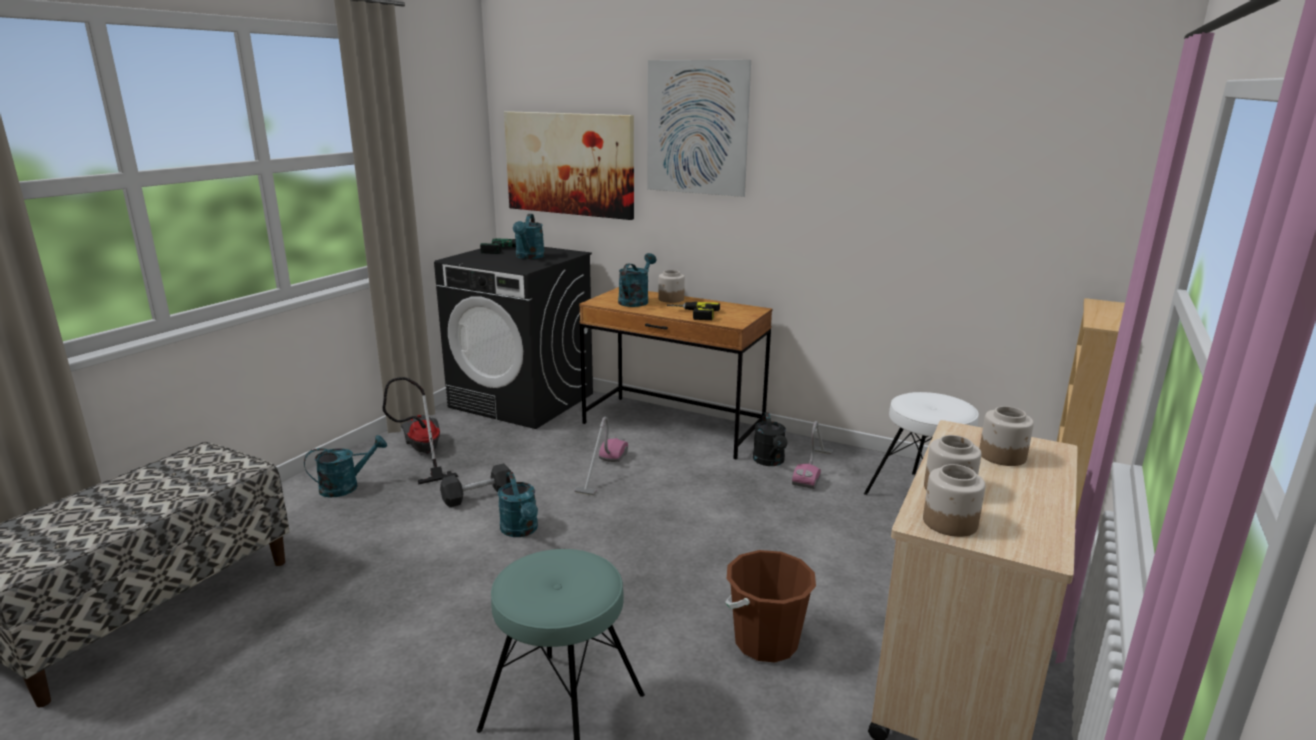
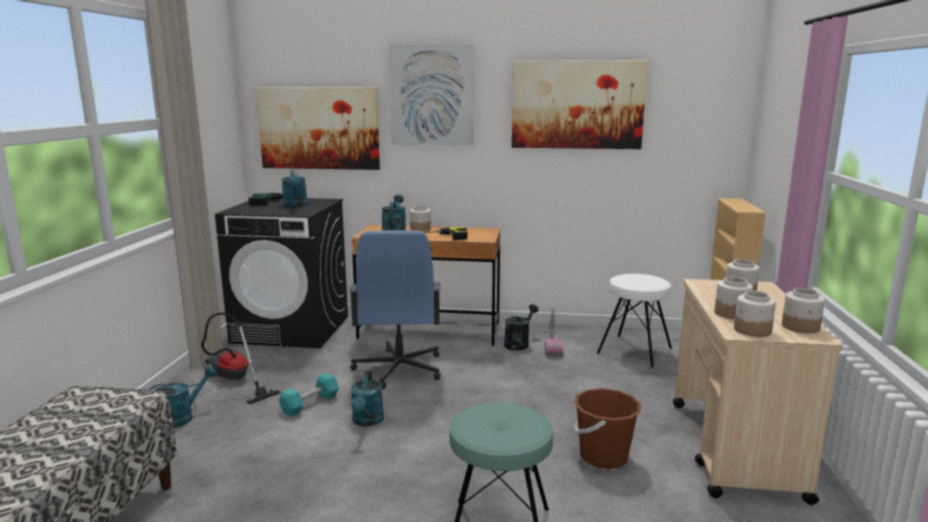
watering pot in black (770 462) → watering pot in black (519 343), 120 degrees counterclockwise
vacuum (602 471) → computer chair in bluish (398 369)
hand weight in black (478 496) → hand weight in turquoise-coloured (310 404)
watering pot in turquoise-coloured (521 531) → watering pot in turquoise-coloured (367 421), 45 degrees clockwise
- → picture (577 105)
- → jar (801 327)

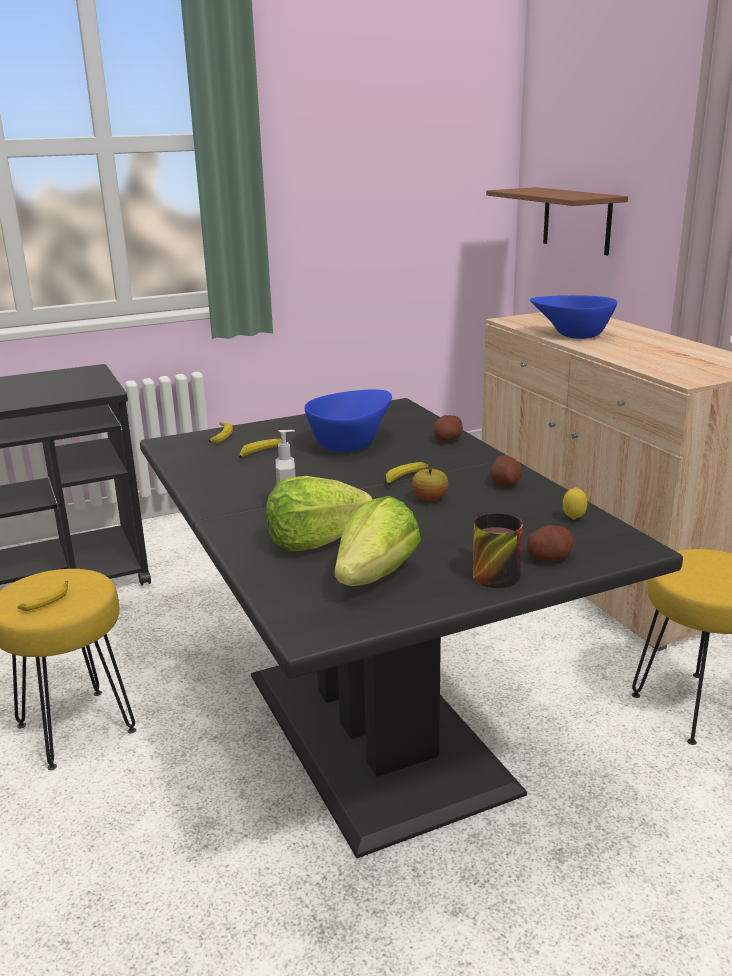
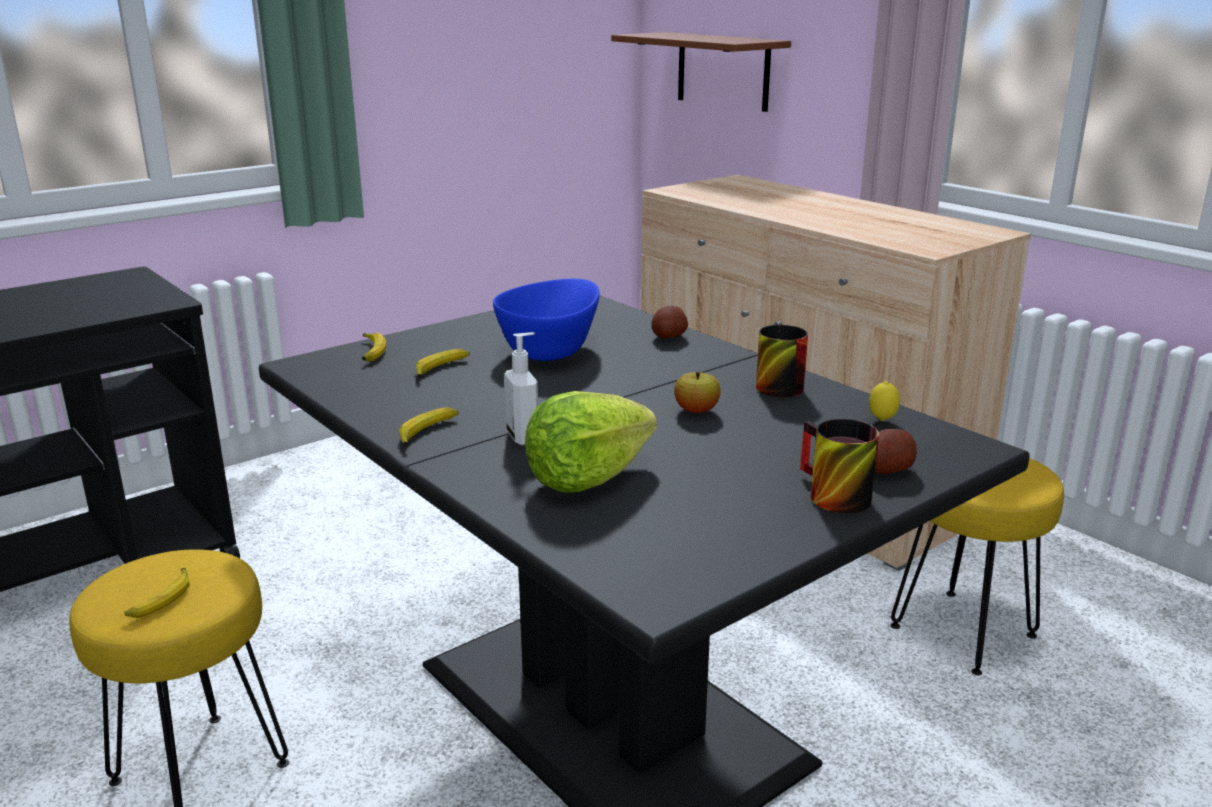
serving bowl in bluish (572 335) → -
potato (505 483) → coffee mug (774 384)
banana (405 478) → banana (427 433), moved
lettuce head (375 576) → -

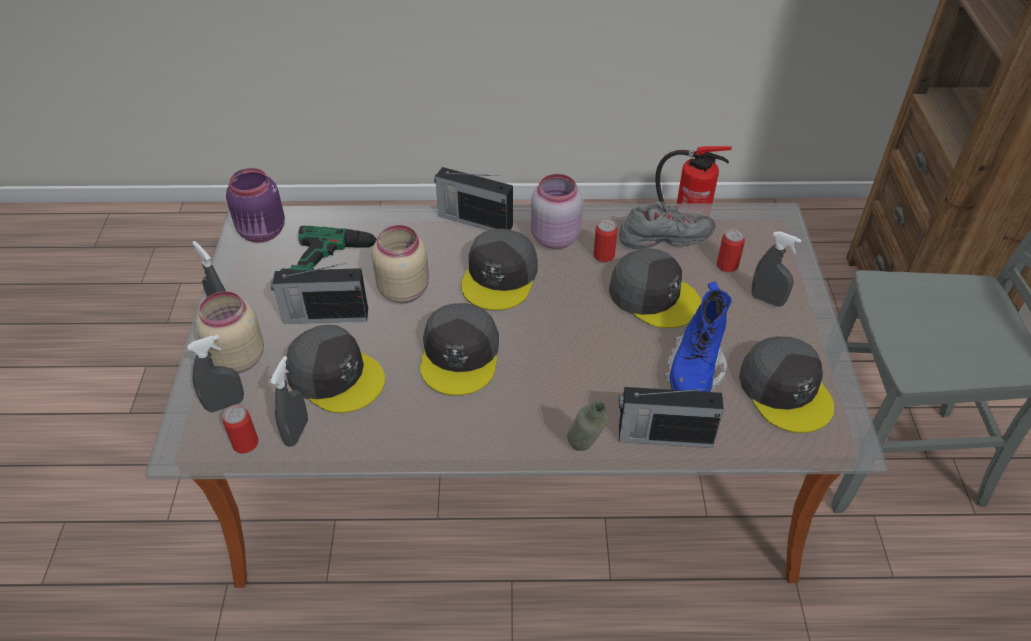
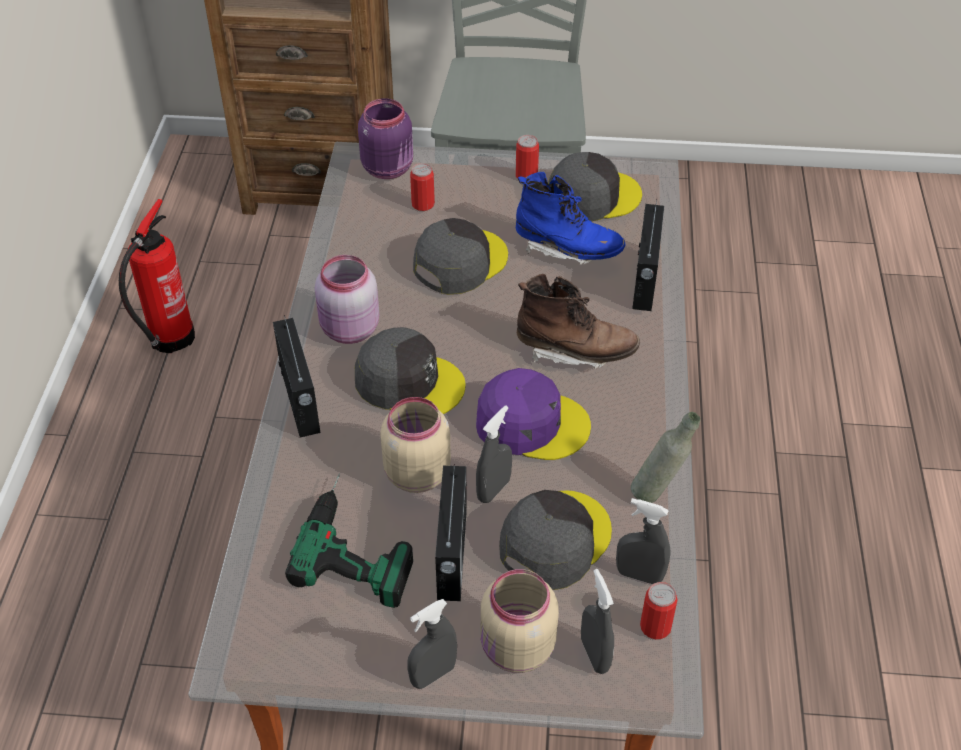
radio set (474 220) → radio set (299 401), 45 degrees counterclockwise
jar in purple-coloured (262 232) → jar in purple-coloured (389 168), moved
low shoe in gray (664 238) → -
sealed can (604 255) → sealed can (526 175), moved
spray bottle in gray (767 299) → spray bottle in gray (493 490), moved
cap in gray (460 355) → cap in purple-coloured (531 423)
beverage bottle in gray (585 452) → beverage bottle in gray (658 493), moved
- → boot in brownish (575 351)

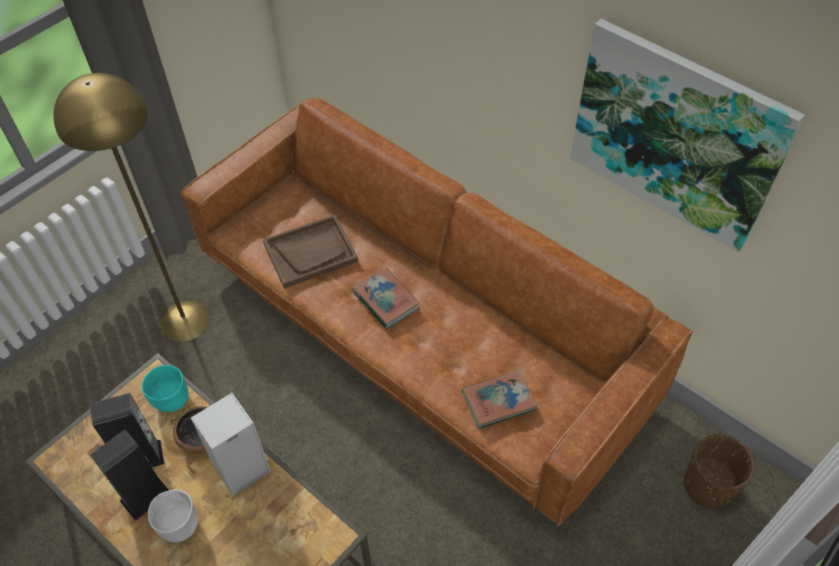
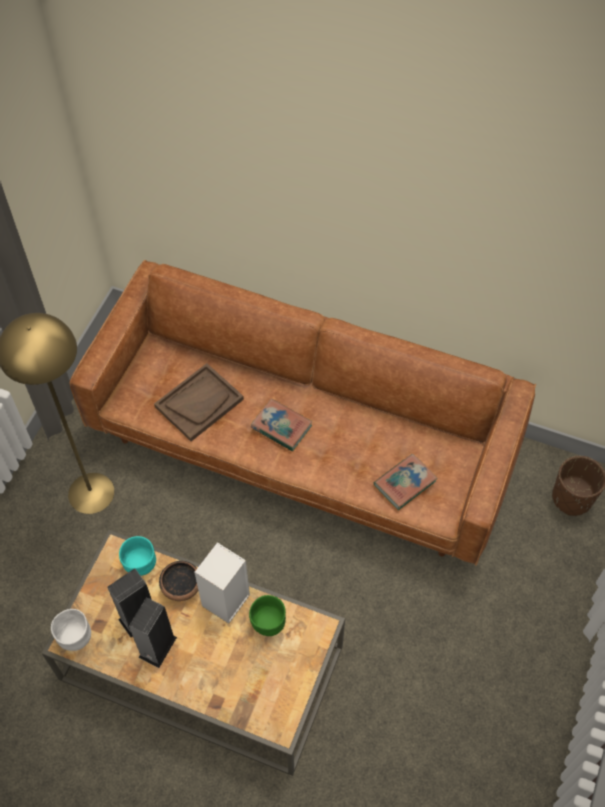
picture (675 135) → -
serving bowl in whitish (179 525) → serving bowl in whitish (75 637), moved
- → serving bowl in green-coloured (268 624)

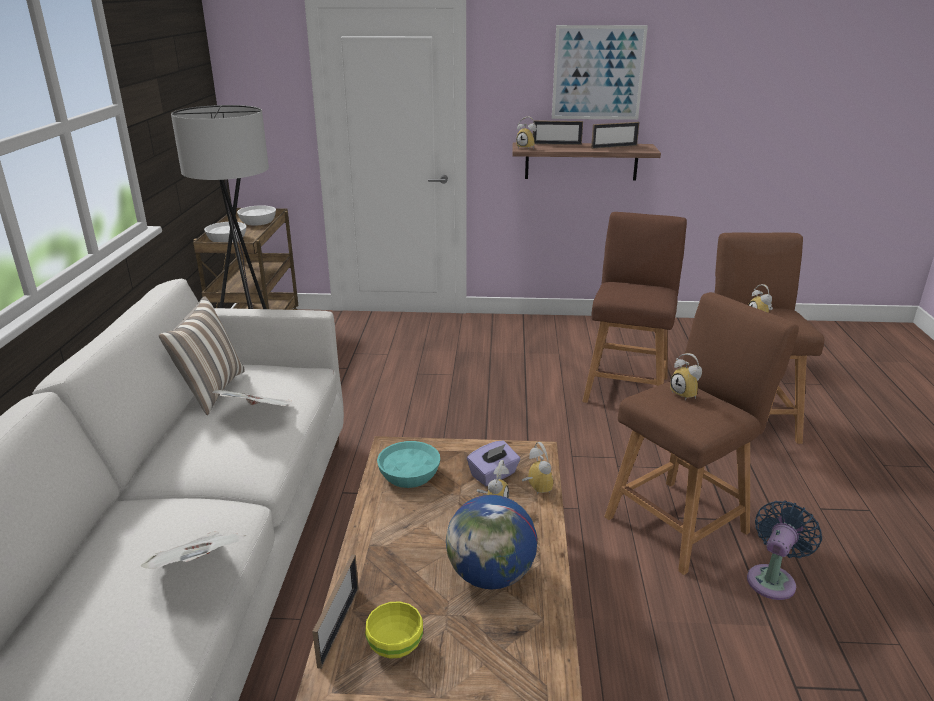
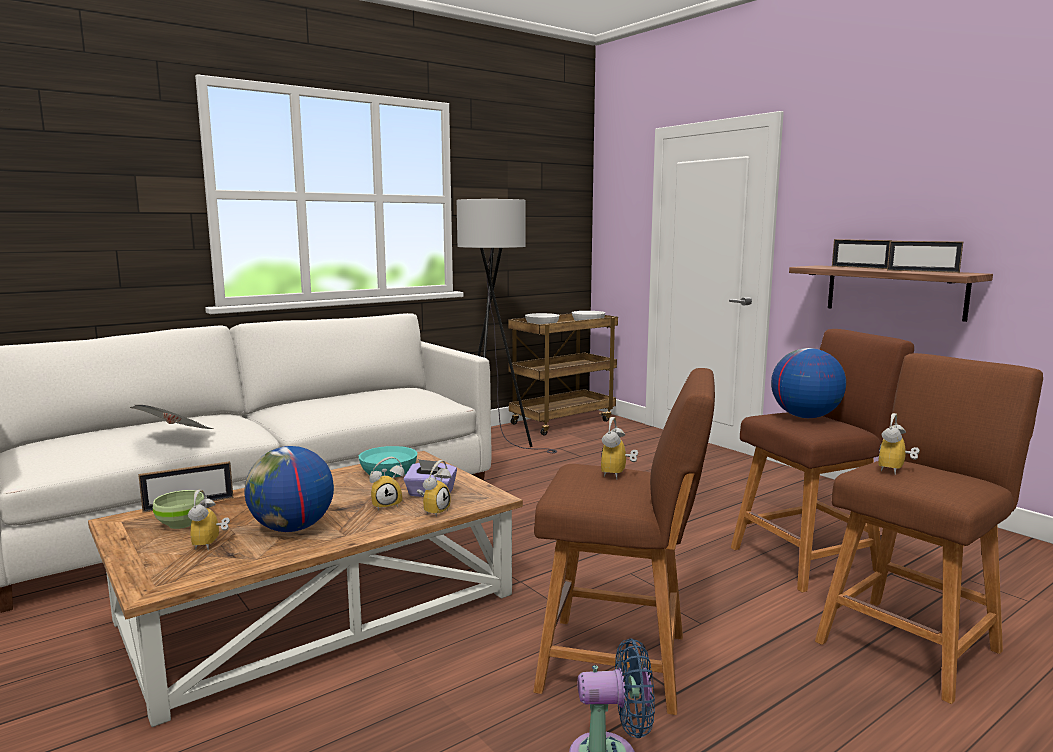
picture (598 73) → -
alarm clock (527 148) → alarm clock (211 544), moved
throw pillow (211 391) → -
newspaper (258 415) → -
serving bowl in yellow-coloured (395 645) → serving bowl in green-coloured (182 523)
- → world globe (804 417)

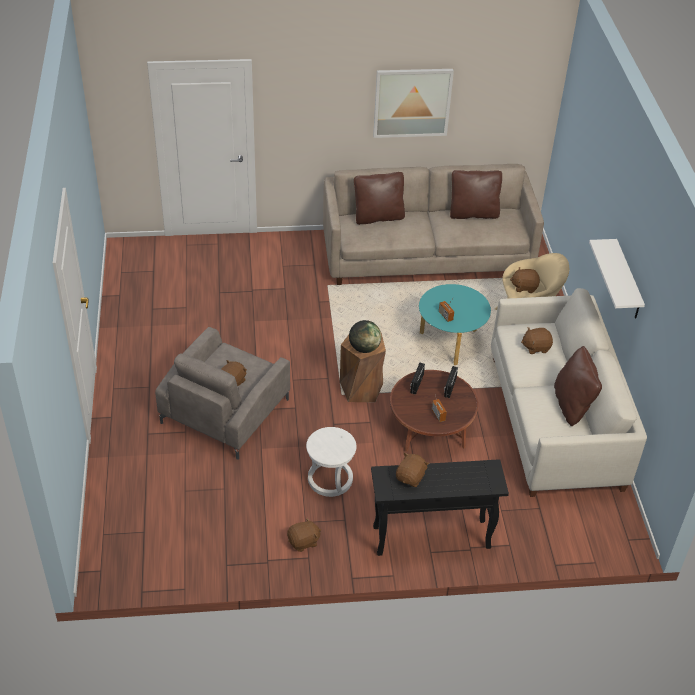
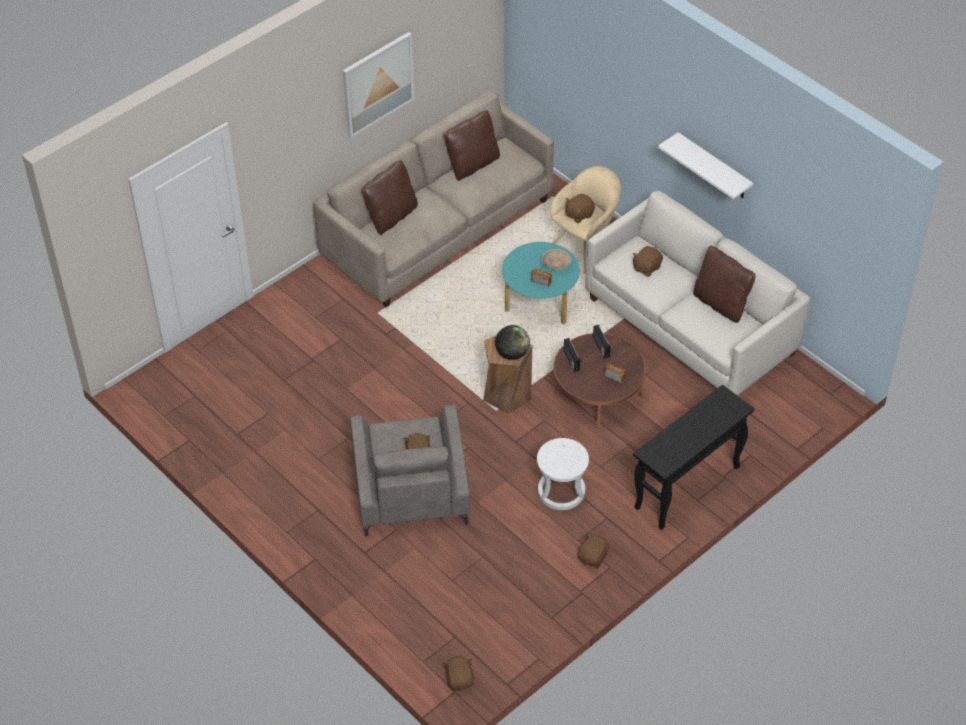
soft toy in brownish (411 477) → soft toy in brownish (460 679), moved
- → serving bowl in beige-coloured (556 264)

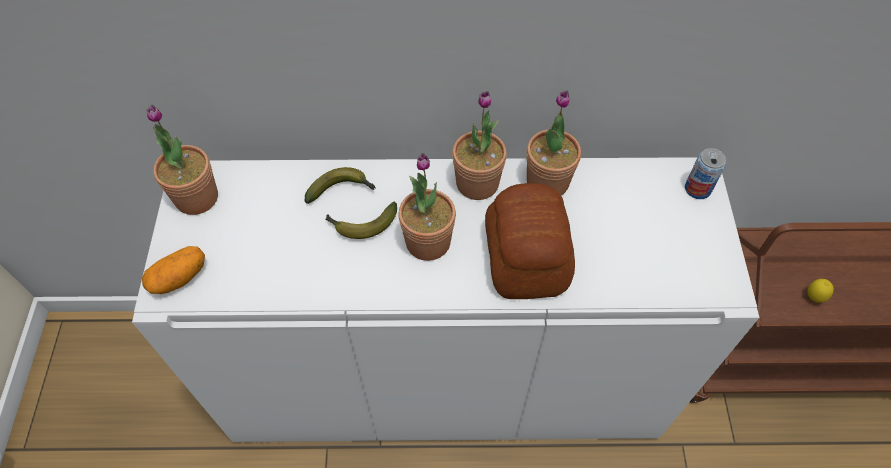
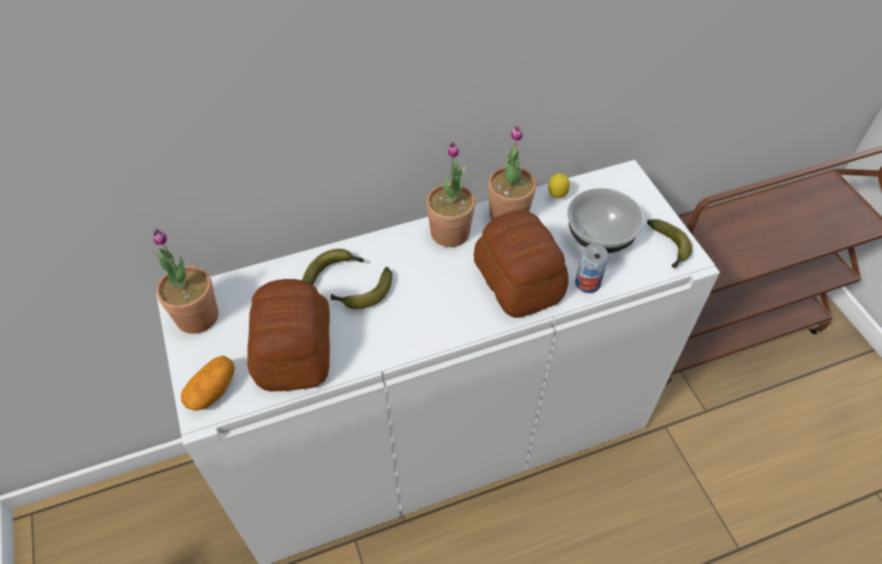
sealed can (697 189) → sealed can (587 283), moved
houseplant (428 242) → -
lemon (813 298) → lemon (557 196), moved
- → serving bowl (600 237)
- → banana (669 248)
- → baked bread (292 352)

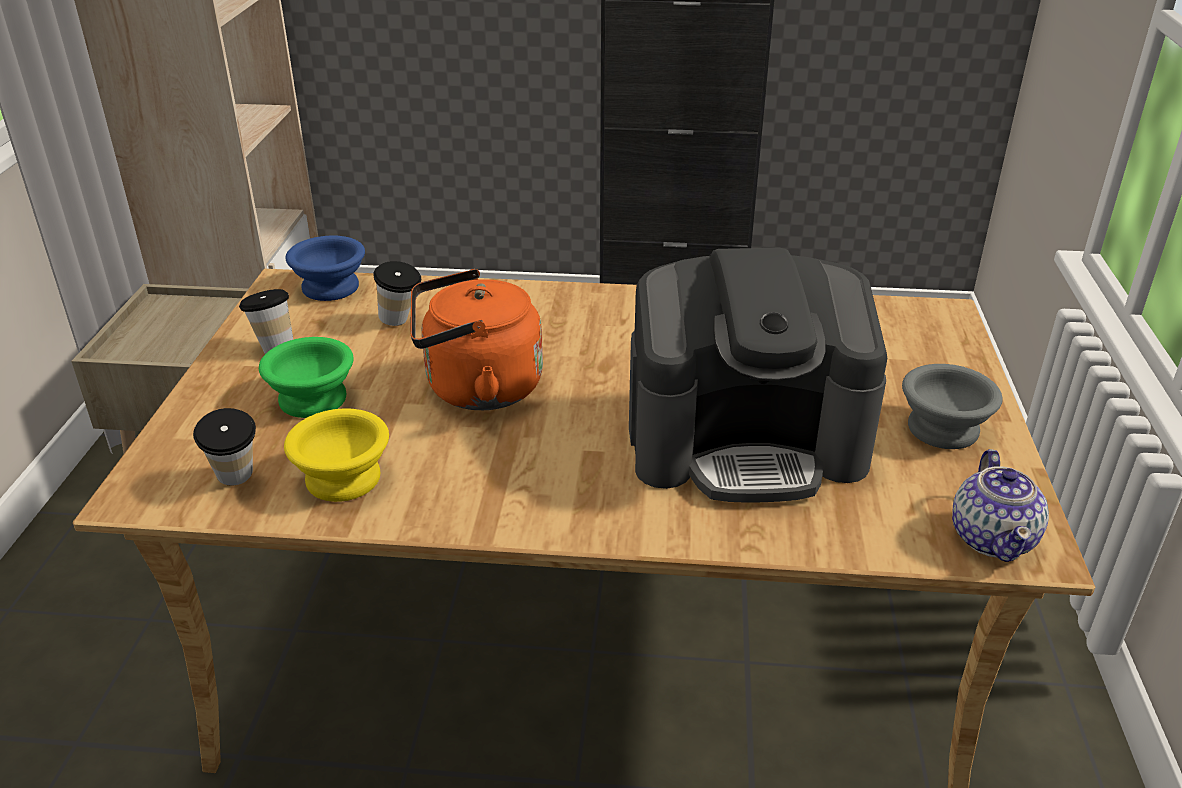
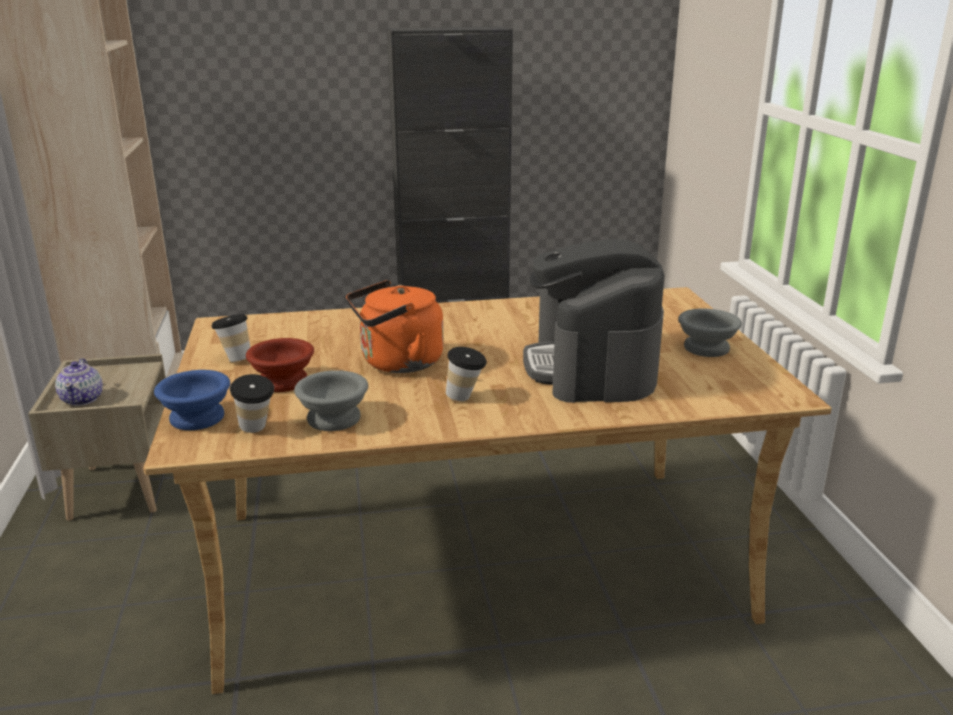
serving bowl in bluish (333 287) → serving bowl in bluish (199 417), moved
coffee maker (746 441) → coffee maker (591 367), 105 degrees clockwise
cup (401 322) → cup (466 398), moved
serving bowl in green-coloured (310 399) → serving bowl in brownish (281 382)
serving bowl in yellow-coloured (345 480) → serving bowl in gray (335 419)
pot for tea (993 537) → pot for tea (83 399), moved

